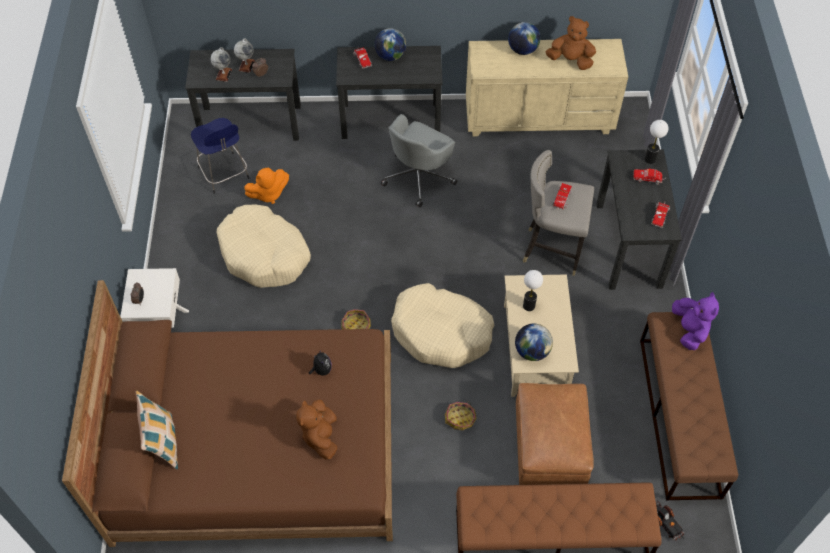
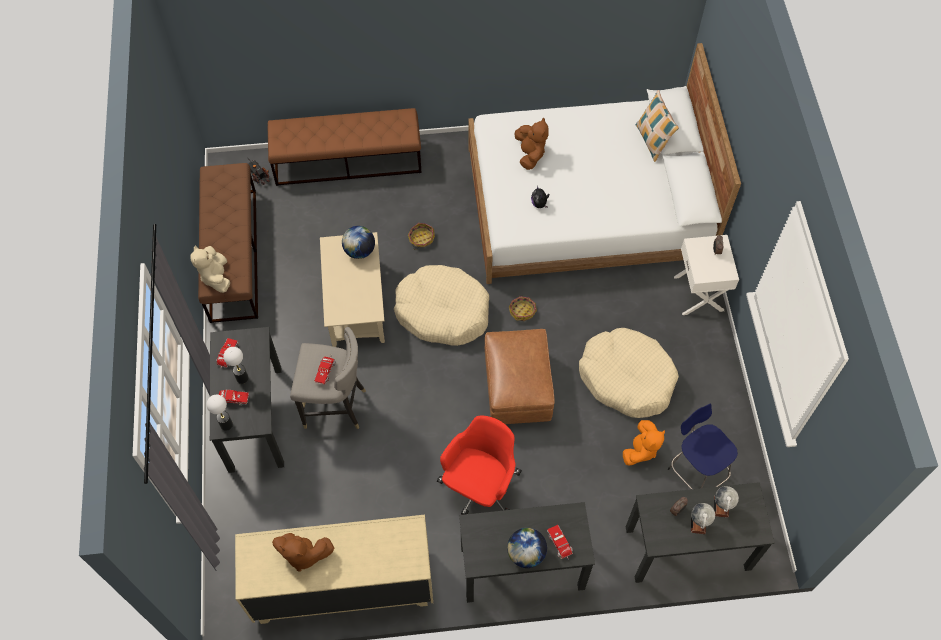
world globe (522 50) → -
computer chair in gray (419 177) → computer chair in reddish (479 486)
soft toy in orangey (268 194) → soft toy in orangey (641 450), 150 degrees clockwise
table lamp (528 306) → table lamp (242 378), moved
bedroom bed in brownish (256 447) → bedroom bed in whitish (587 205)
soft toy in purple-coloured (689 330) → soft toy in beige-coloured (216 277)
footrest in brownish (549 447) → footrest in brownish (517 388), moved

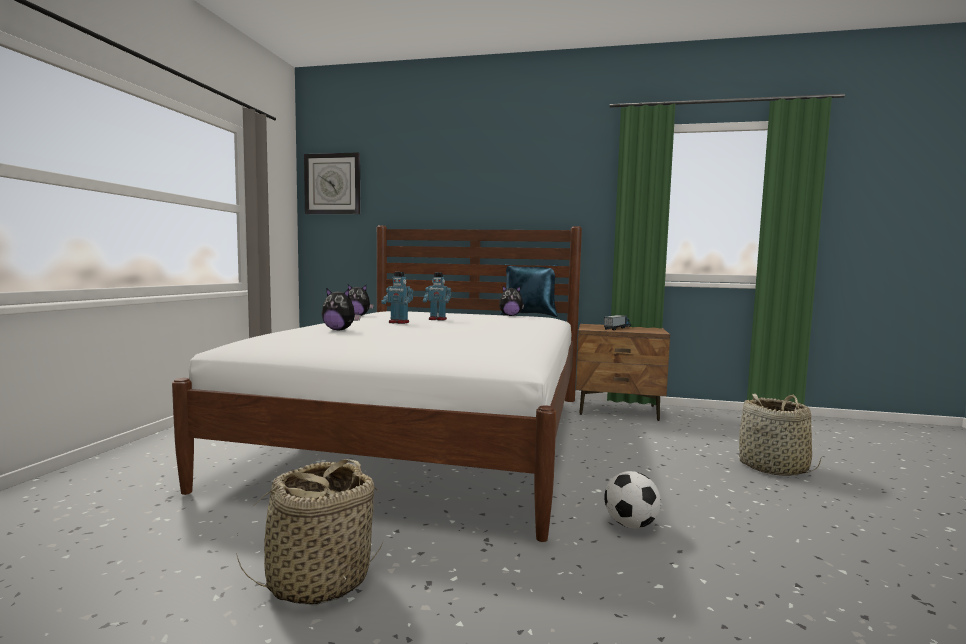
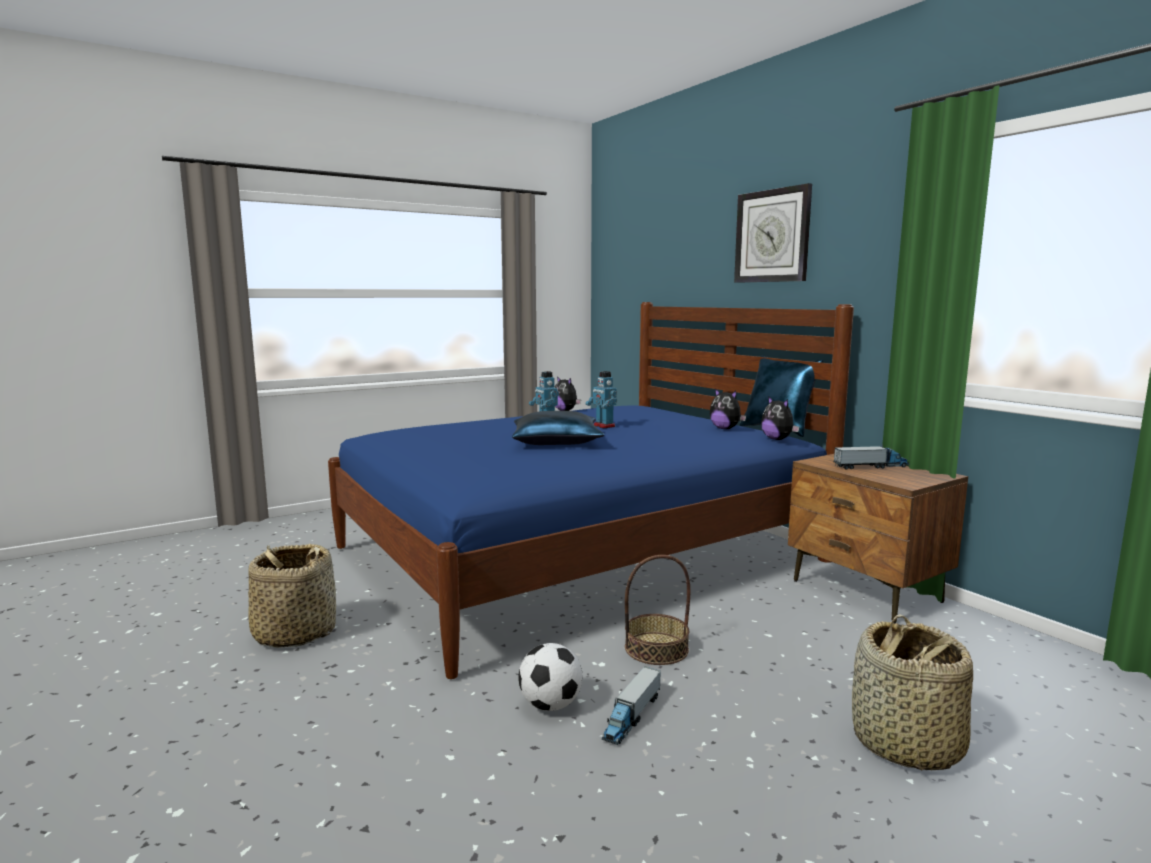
hanging clock (332 184) → hanging clock (772 236), moved
bedroom bed in whitish (431 434) → bedroom bed in bluish (578 554)
soft toy (339 330) → soft toy (777 439), moved
- → throw pillow in bluish (556 441)
- → basket (656 648)
- → toy lorry (632 716)

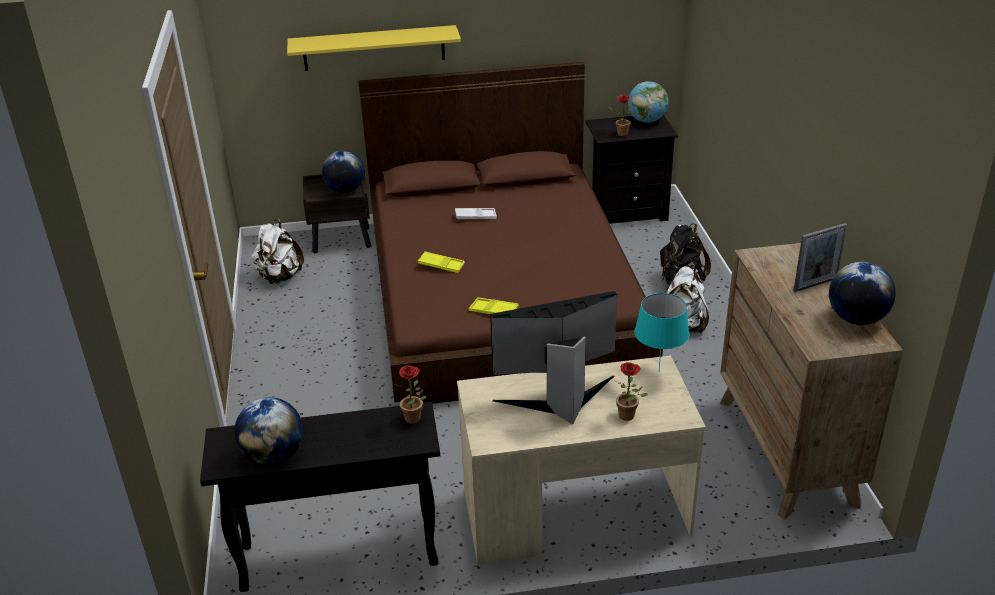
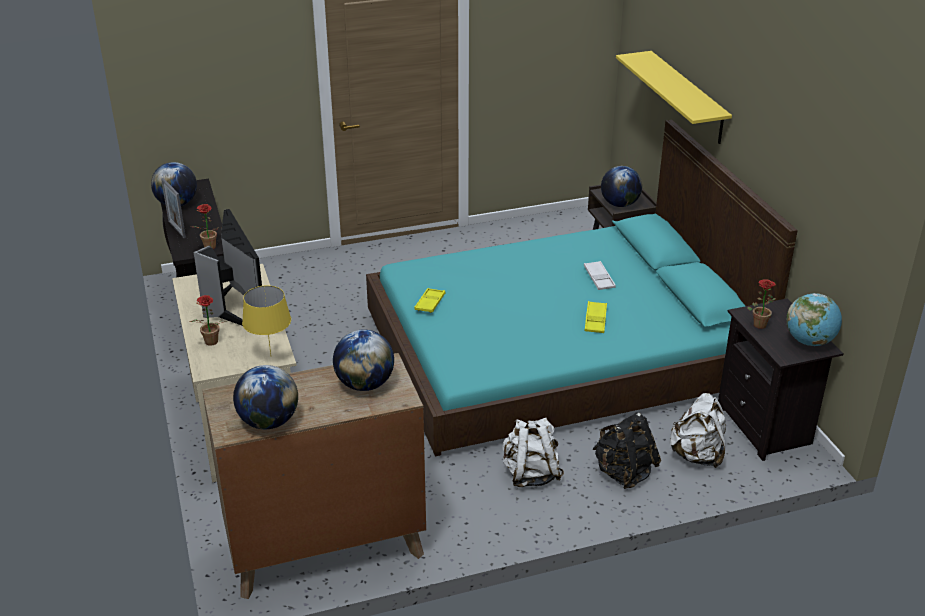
bedroom bed in brownish (501 292) → bedroom bed in turquoise-coloured (560 350)
knapsack in whitish (279 277) → knapsack in whitish (697 455), moved
standing frame (815 284) → standing frame (176 229), moved
serving tray in yellow-coloured (441 265) → serving tray in yellow-coloured (595 320), moved
table lamp in turquoise-coloured (659 372) → table lamp in yellow-coloured (270 357)
- → world globe (365 384)

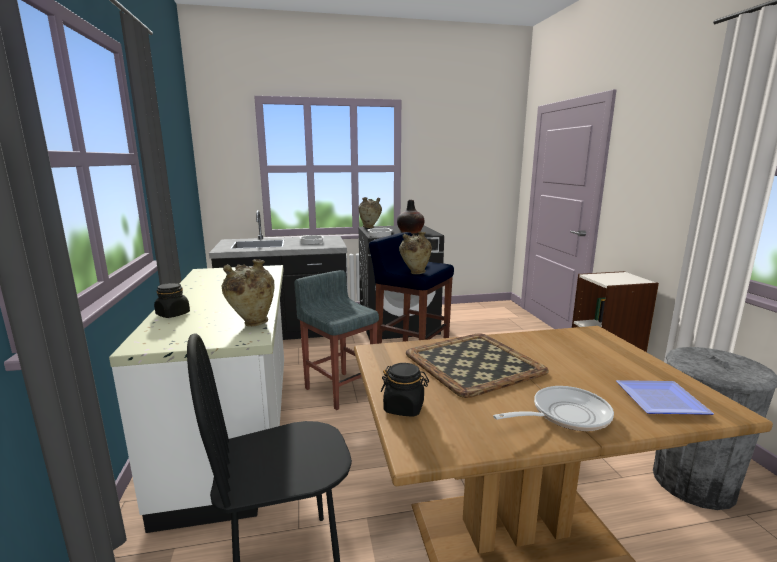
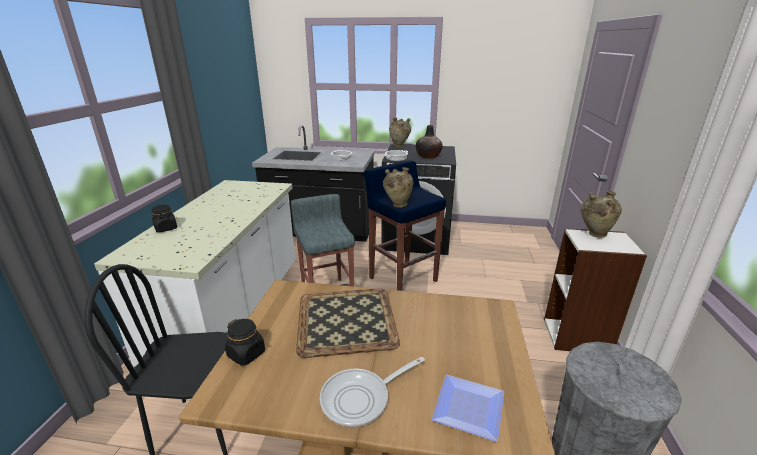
vase in beige-coloured (252 323) → vase in beige-coloured (594 234), moved
frying pan (564 415) → frying pan (361 398), 150 degrees clockwise

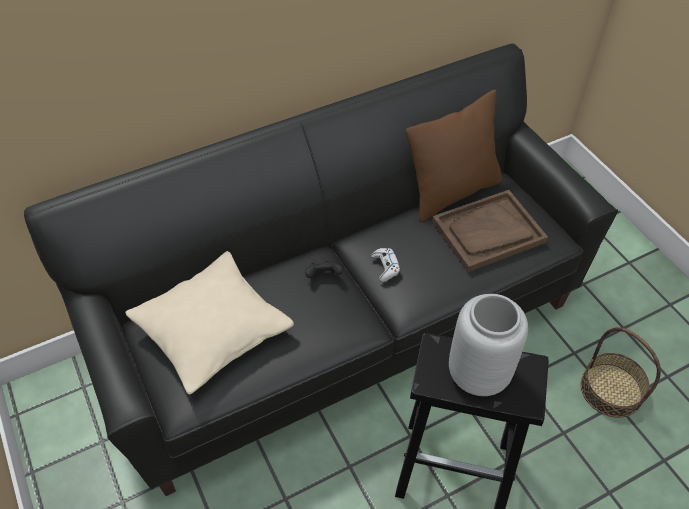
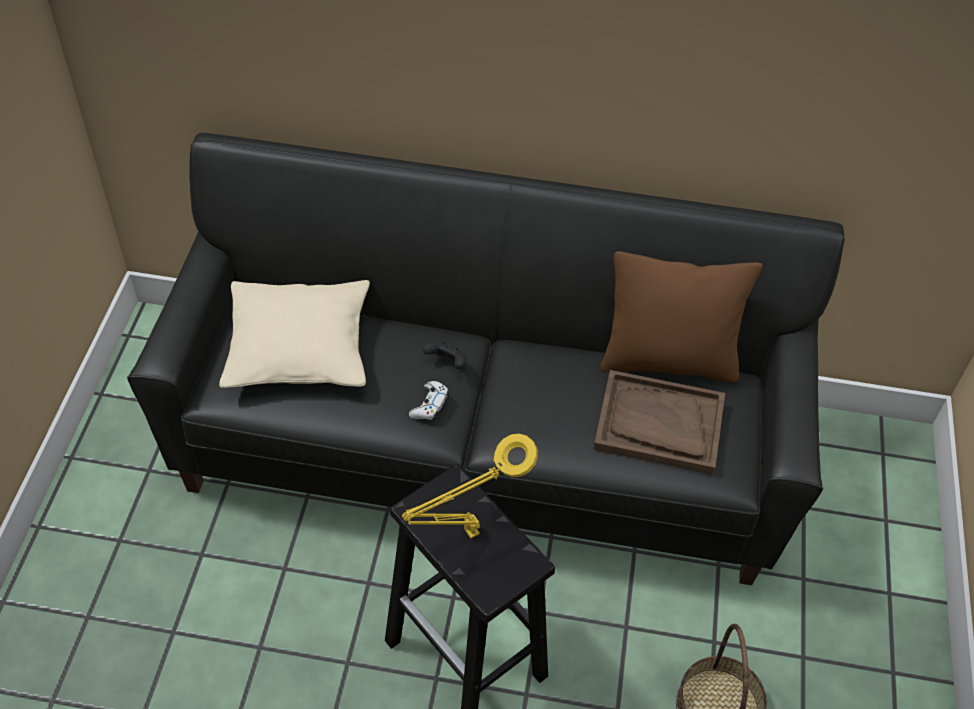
gamepad in whitish (385 267) → gamepad in whitish (429 405), moved
vase in gray (477 374) → table lamp in yellow-coloured (467 534)

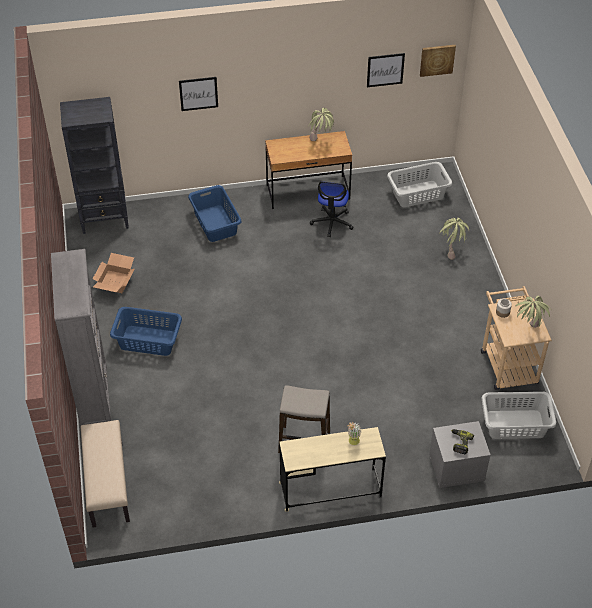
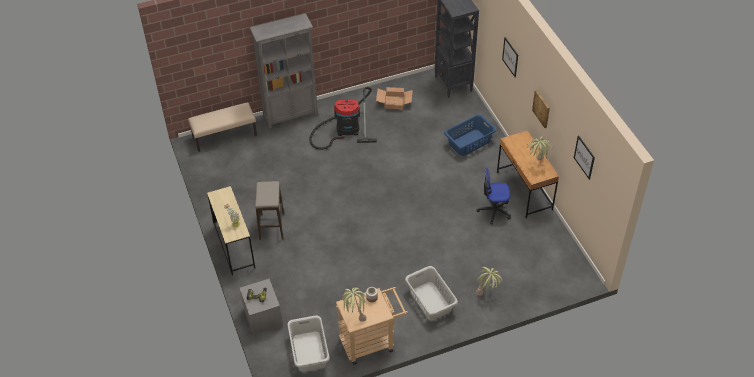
picture (437 59) → picture (541 108), moved
hamper in gray (417 194) → hamper in gray (430 300), moved
hamper in bluish (148 340) → vacuum (345 130)

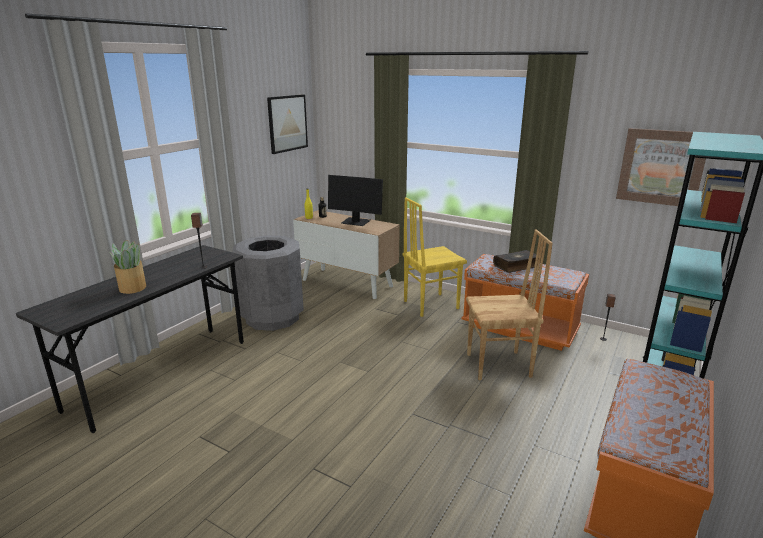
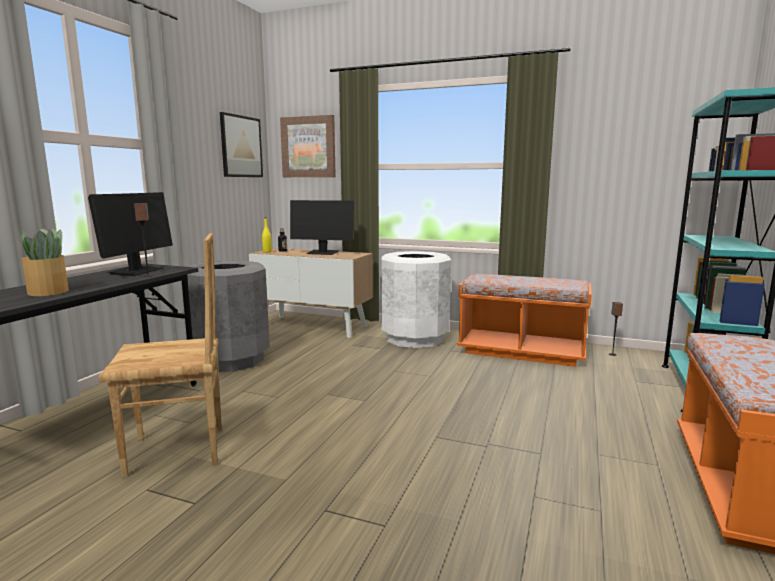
picture (661 167) → picture (308 147), moved
plain chair in yellow-coloured (430 304) → trash can in whitish (414 338)
plain chair in brownish (499 366) → plain chair in brownish (177 451), moved
volume (516 266) → -
- → monitor (136 271)

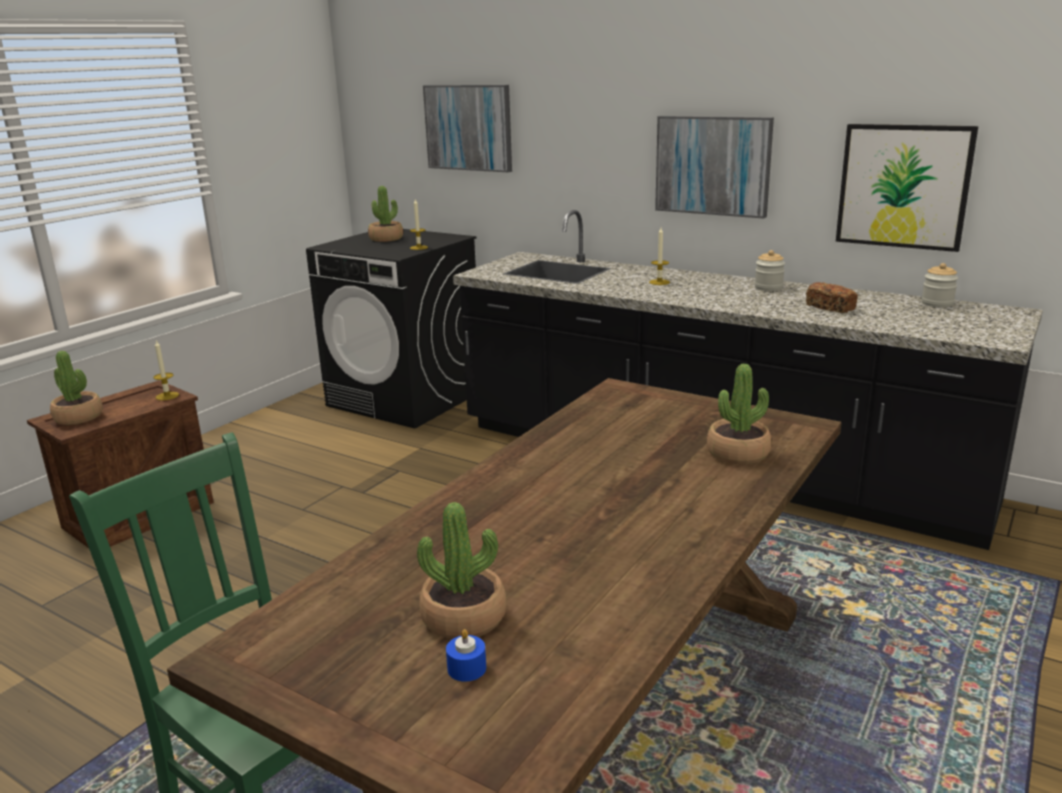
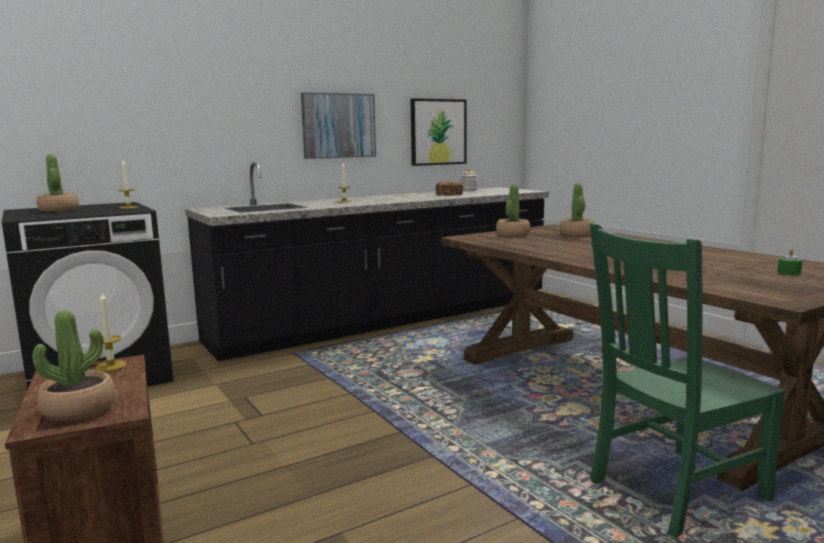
picture (469 127) → -
jar (768 287) → -
houseplant (464 617) → houseplant (512 235), moved
wax candle in bluish (467 668) → wax candle in green-coloured (789 272)

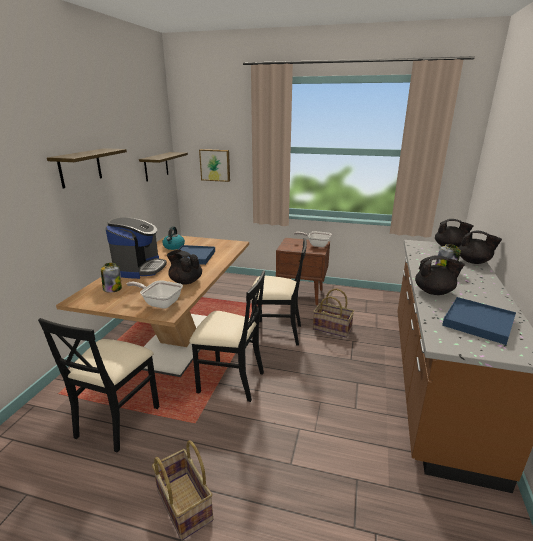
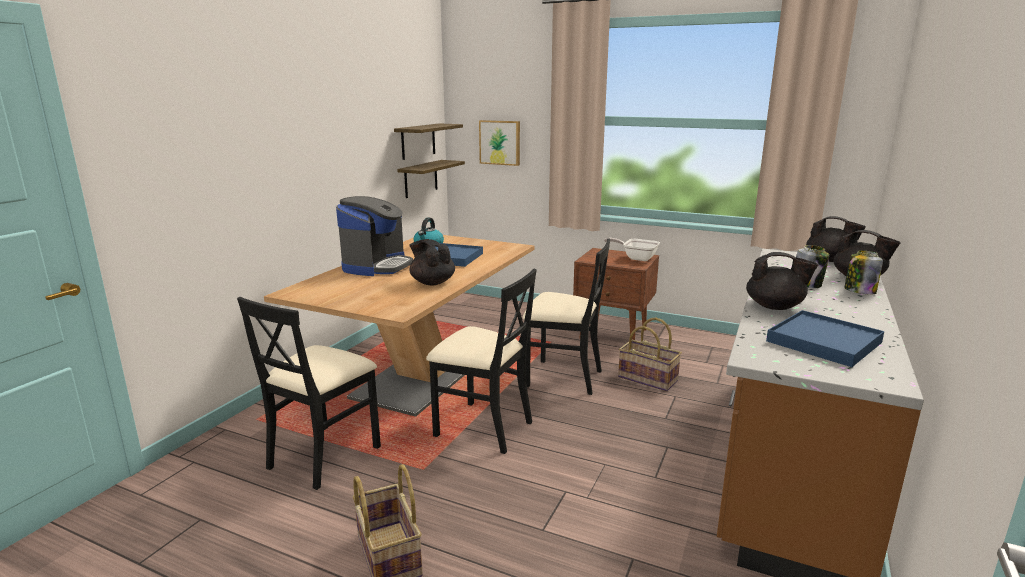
bracket shelf (80 167) → bracket shelf (421 178), moved
jar (112 289) → jar (859 291), moved
frying pan (159 303) → -

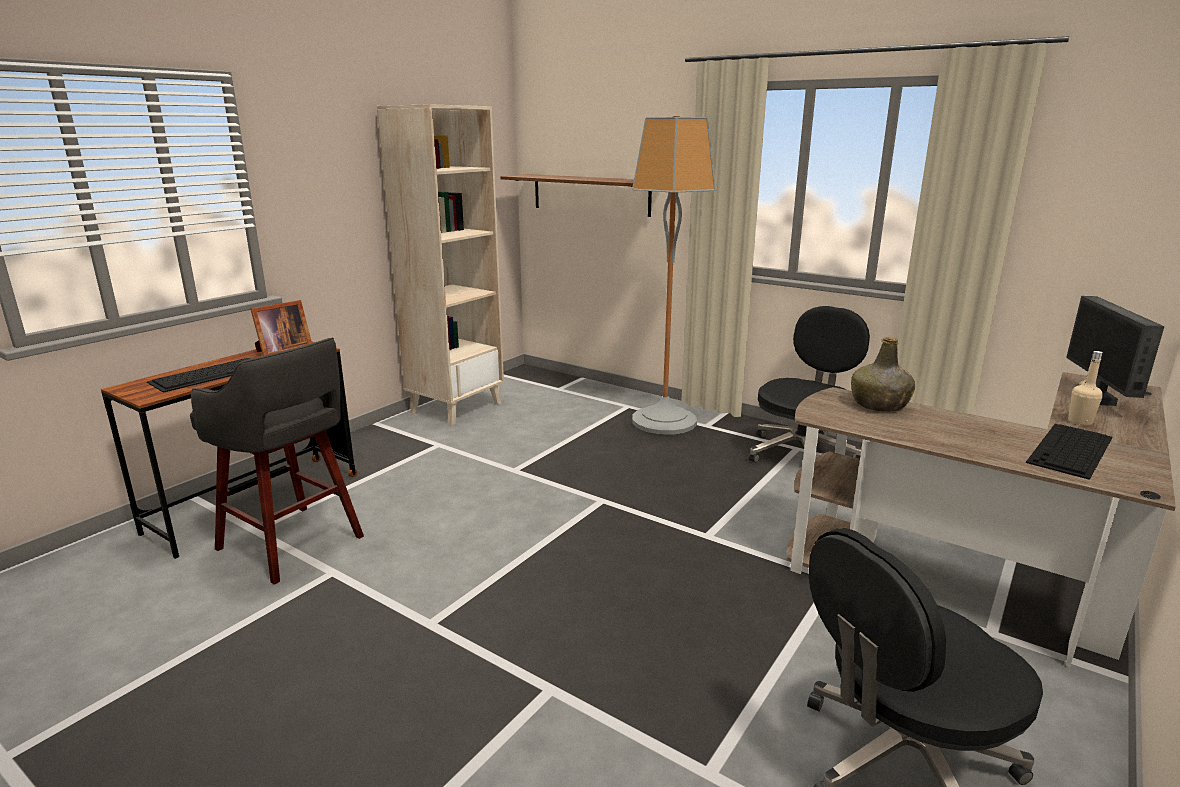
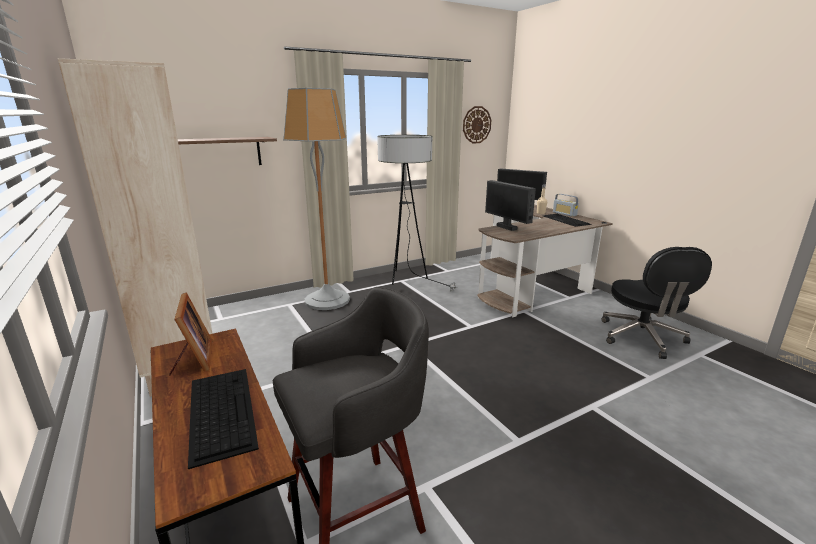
computer chair in black (802 453) → standing lamp (407 281)
beverage bottle in green-coloured (879 405) → monitor (507 227)
- → hanging clock (476 125)
- → radio set (564 214)

